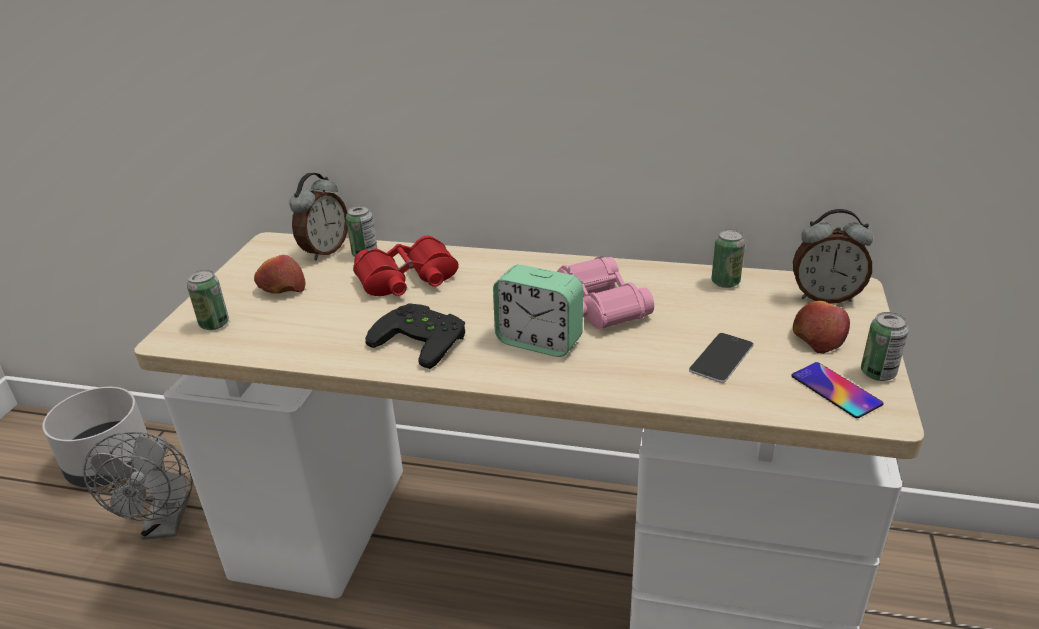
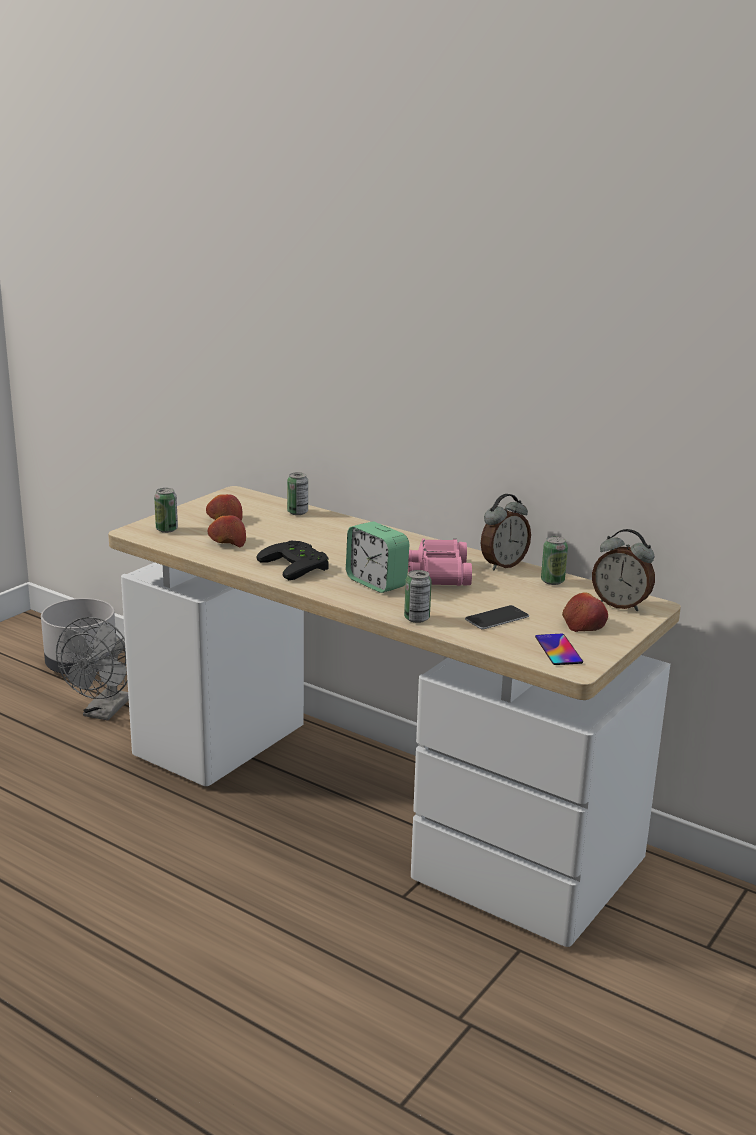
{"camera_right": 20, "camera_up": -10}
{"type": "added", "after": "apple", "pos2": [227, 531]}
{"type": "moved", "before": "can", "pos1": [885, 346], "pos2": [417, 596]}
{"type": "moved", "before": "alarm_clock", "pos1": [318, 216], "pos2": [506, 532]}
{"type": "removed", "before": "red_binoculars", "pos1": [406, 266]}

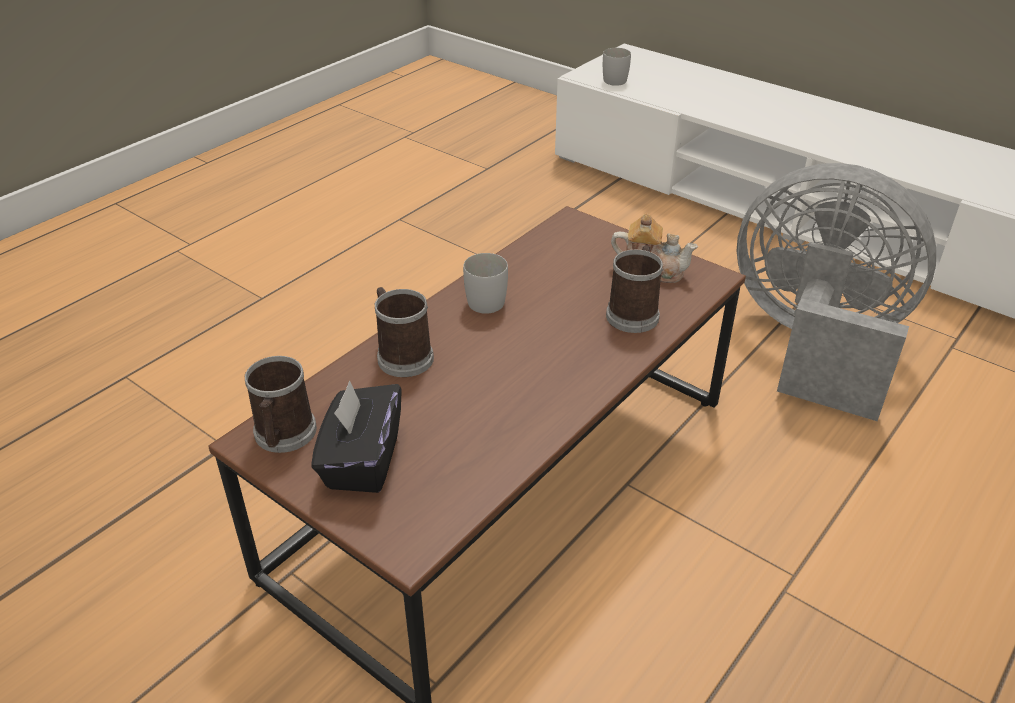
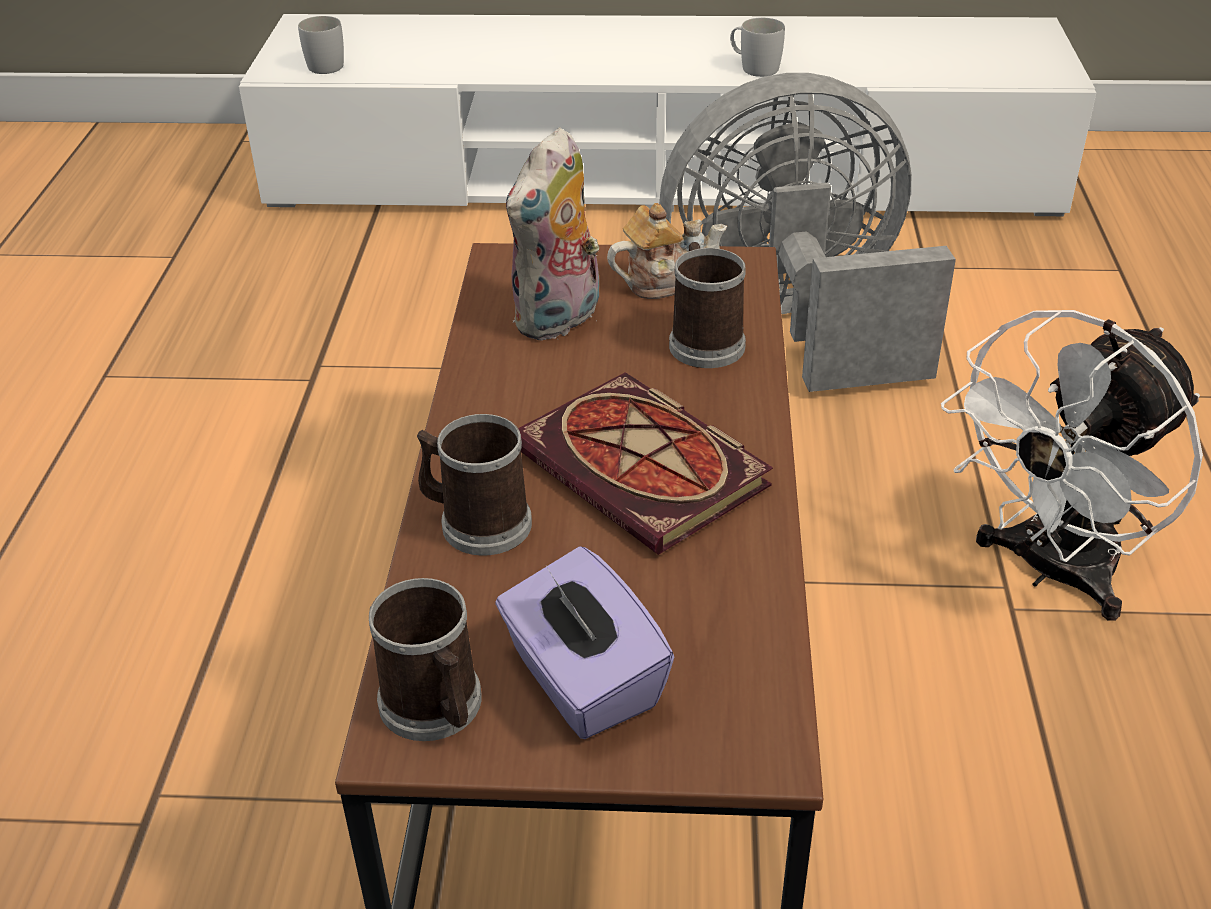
{"camera_right": -35, "camera_up": 0}
{"type": "recoloured", "before": "black_tissue_box", "after": "purple_tissue_box", "pos1": [356, 436], "pos2": [584, 642]}
{"type": "added", "after": "plush_toy", "pos2": [557, 234]}
{"type": "added", "after": "book", "pos2": [645, 463]}
{"type": "moved", "before": "white_mug", "pos1": [485, 283], "pos2": [757, 47]}
{"type": "added", "after": "white_fan", "pos2": [1072, 465]}

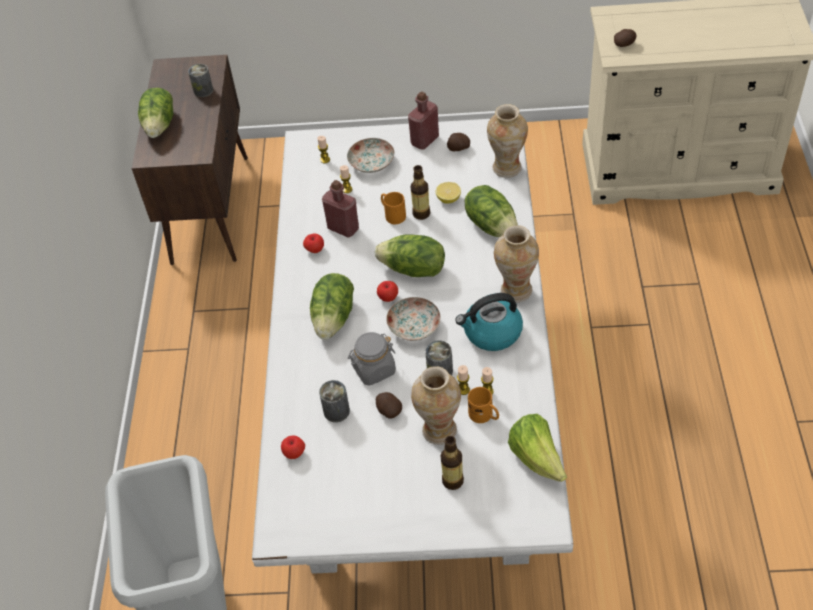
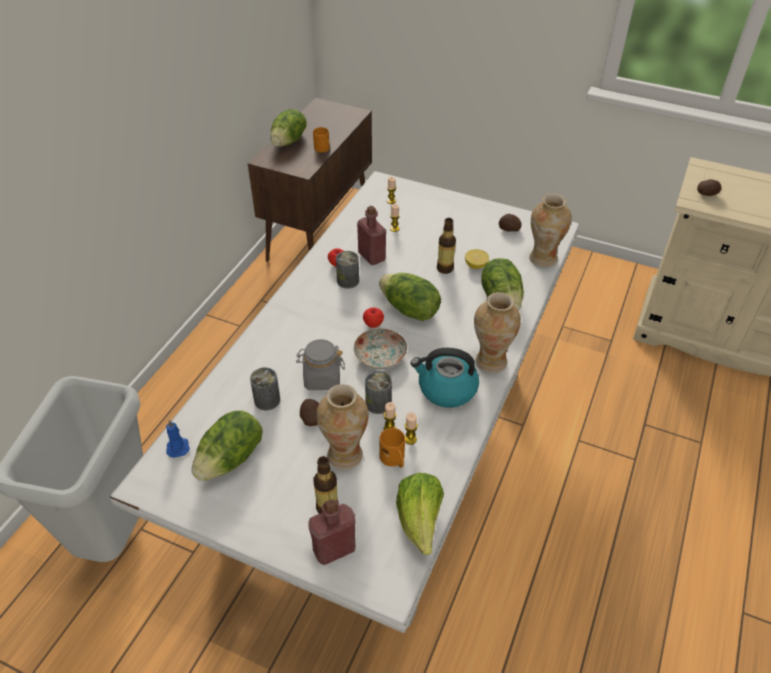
{"camera_right": 20, "camera_up": -5}
{"type": "added", "after": "blue_candle", "pos2": [178, 439]}
{"type": "moved", "before": "lettuce", "pos1": [332, 306], "pos2": [227, 446]}
{"type": "moved", "before": "red_bottle", "pos1": [423, 121], "pos2": [331, 532]}
{"type": "moved", "before": "orange_mug", "pos1": [393, 208], "pos2": [321, 140]}
{"type": "moved", "before": "can", "pos1": [200, 80], "pos2": [347, 270]}
{"type": "removed", "before": "apple", "pos1": [293, 447]}
{"type": "removed", "before": "plate", "pos1": [370, 155]}

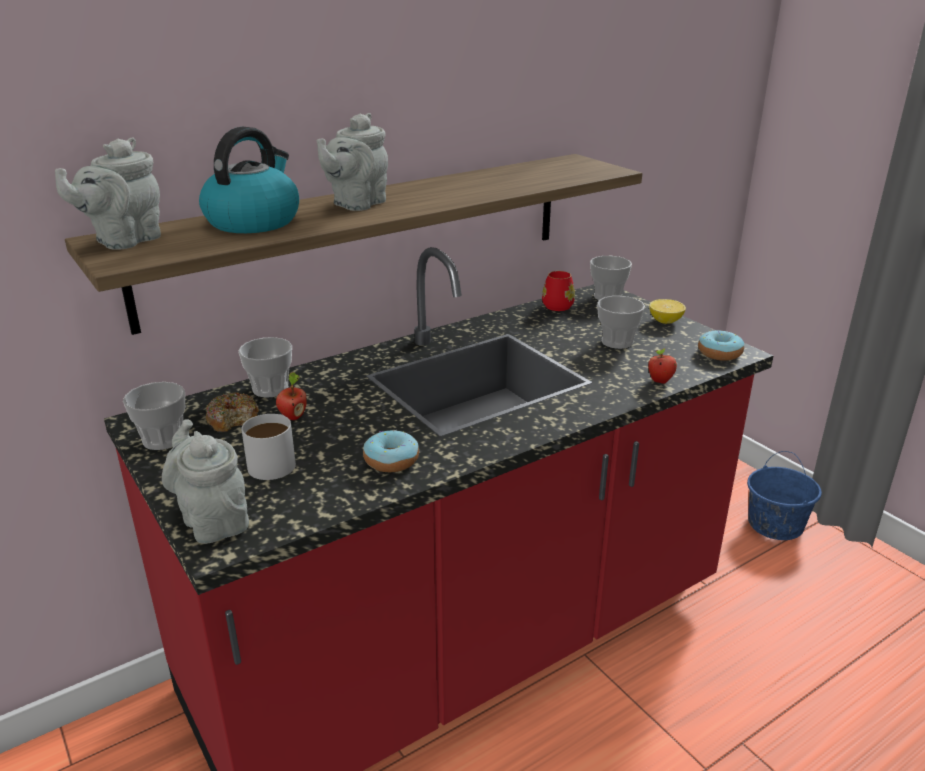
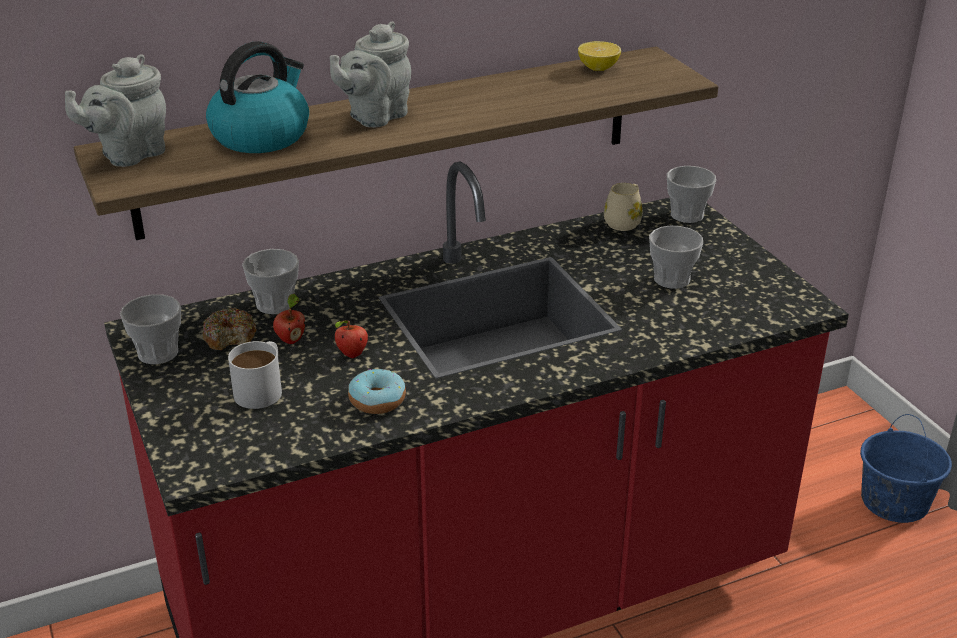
{"camera_right": 10, "camera_up": 5}
{"type": "moved", "before": "apple", "pos1": [662, 366], "pos2": [351, 339]}
{"type": "moved", "before": "lemon", "pos1": [667, 311], "pos2": [599, 56]}
{"type": "recoloured", "before": "red_mug", "after": "beige_mug", "pos1": [558, 291], "pos2": [623, 207]}
{"type": "removed", "before": "grey_teapot", "pos1": [205, 481]}
{"type": "removed", "before": "donut", "pos1": [721, 345]}

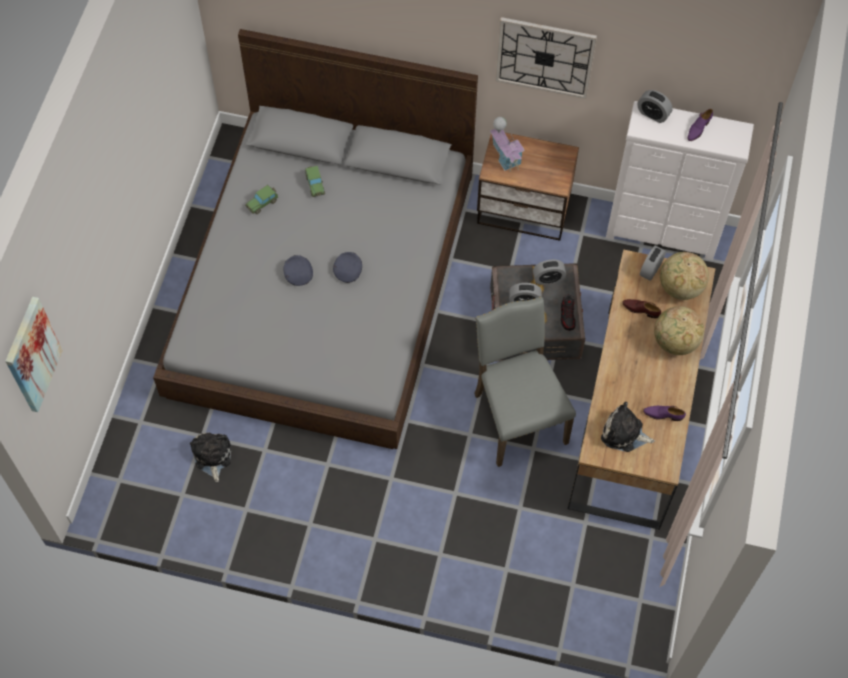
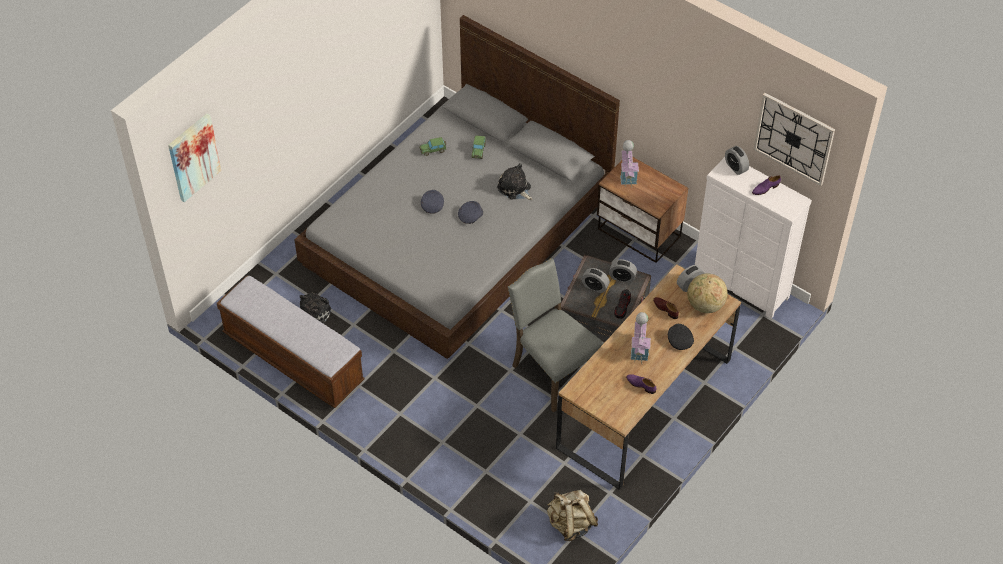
{"camera_right": 25, "camera_up": -10}
{"type": "added", "after": "bench", "pos2": [291, 341]}
{"type": "moved", "before": "plush_toy", "pos1": [628, 427], "pos2": [515, 181]}
{"type": "turned", "before": "grey_chair", "pos1": [525, 381], "pos2": [556, 335], "turn": -45}
{"type": "added", "after": "beige_backpack", "pos2": [572, 515]}
{"type": "added", "after": "toy_house", "pos2": [641, 338]}
{"type": "replaced", "before": "globe", "after": "black_cap", "pos1": [679, 330], "pos2": [681, 337]}
{"type": "moved", "before": "wall_clock", "pos1": [546, 58], "pos2": [794, 139]}

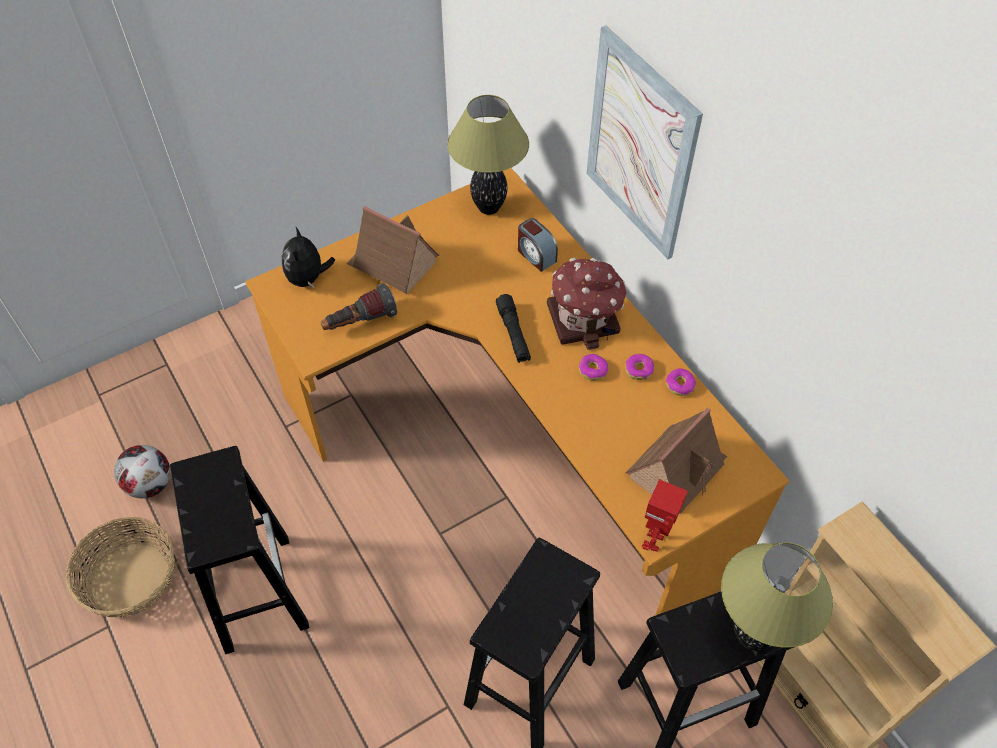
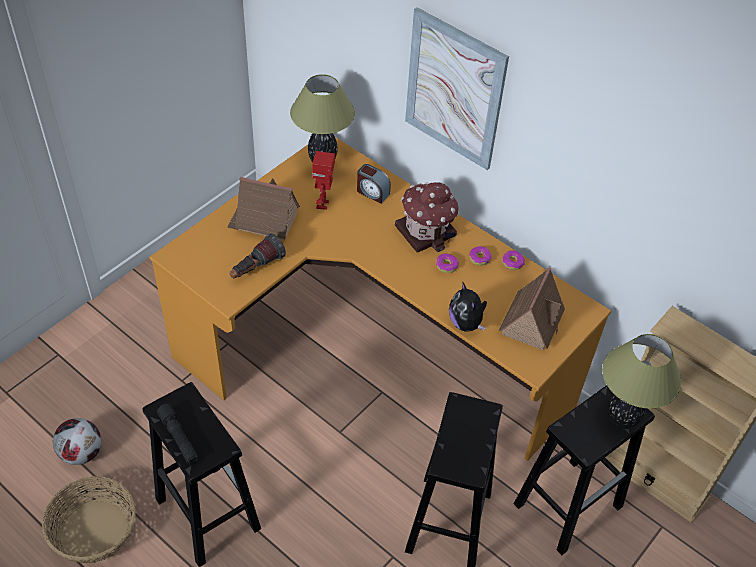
{"camera_right": -20, "camera_up": -5}
{"type": "moved", "before": "black_flashlight", "pos1": [513, 328], "pos2": [178, 434]}
{"type": "moved", "before": "toy_robot", "pos1": [665, 515], "pos2": [323, 180]}
{"type": "moved", "before": "plush_toy", "pos1": [308, 258], "pos2": [468, 306]}

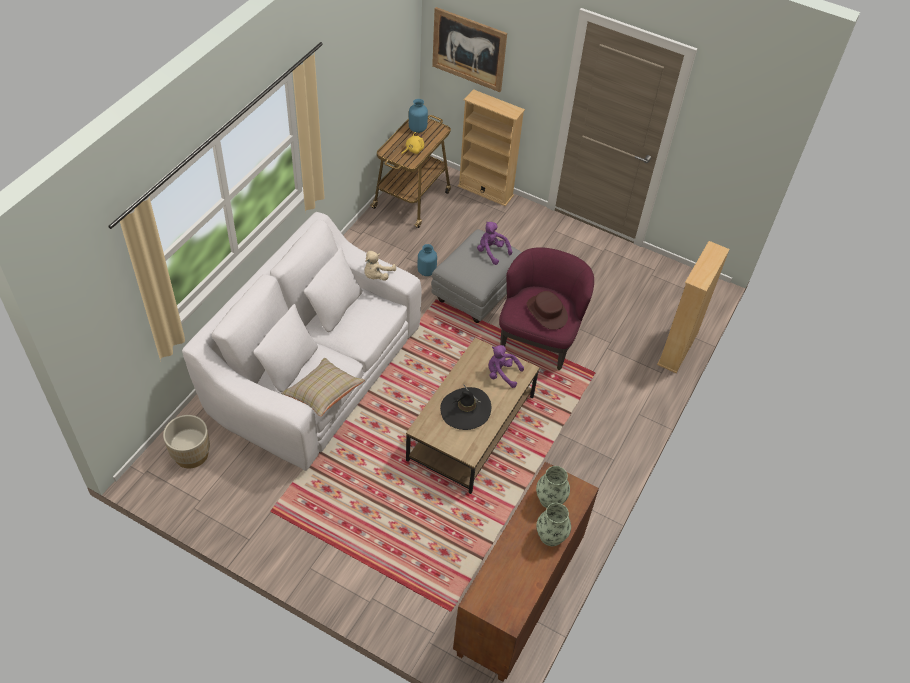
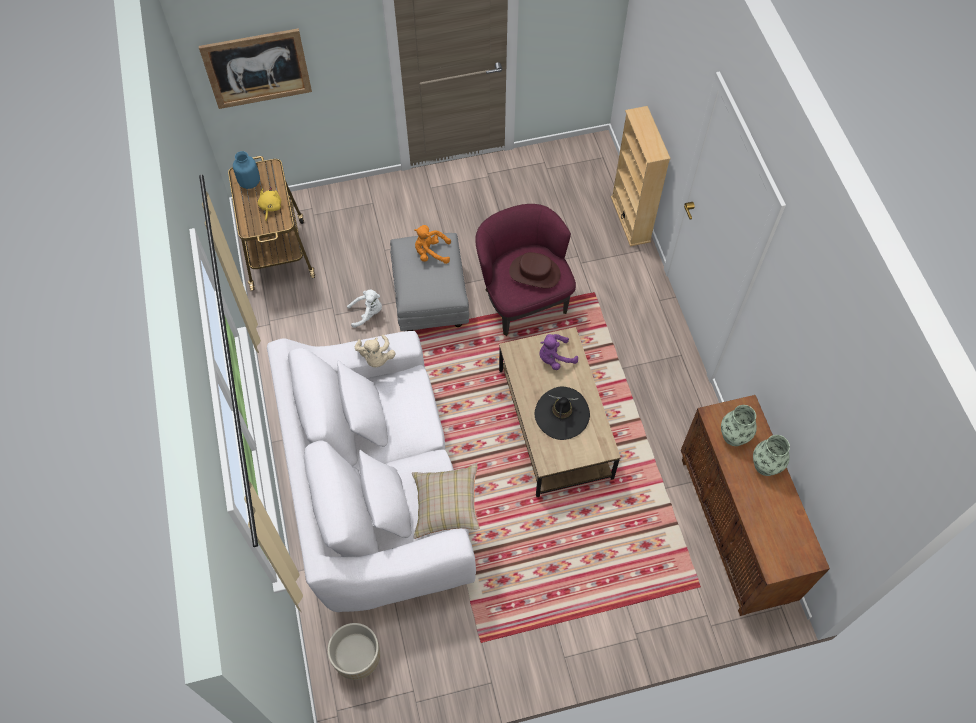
{"camera_right": -40, "camera_up": 10}
{"type": "replaced", "before": "blue_vase", "after": "white_plush_toy", "pos1": [427, 260], "pos2": [364, 309]}
{"type": "recoloured", "before": "purple_plush_toy", "after": "orange_plush_toy", "pos1": [494, 243], "pos2": [432, 244]}
{"type": "removed", "before": "beige_bookcase", "pos1": [491, 147]}

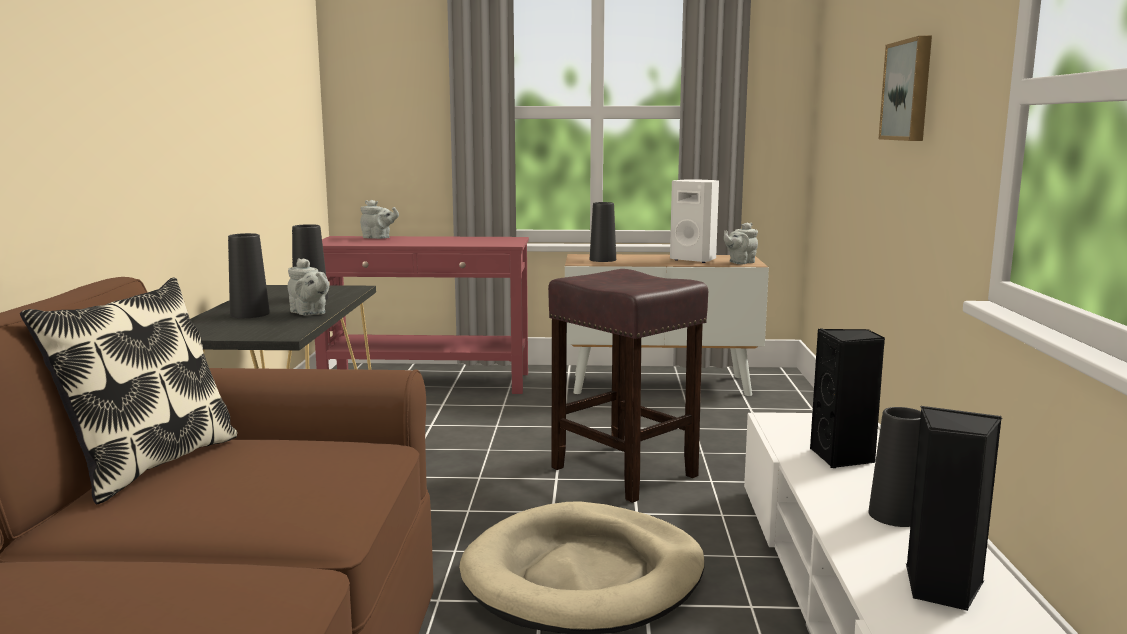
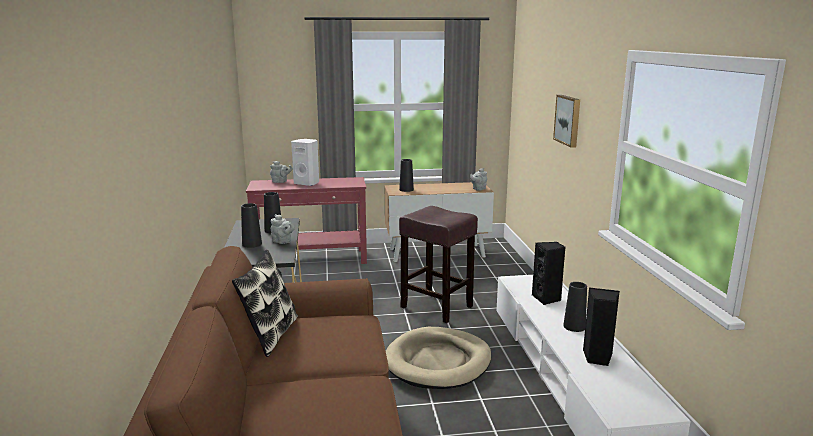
{"camera_right": -10, "camera_up": 5}
{"type": "moved", "before": "white_speaker", "pos1": [694, 221], "pos2": [305, 162]}

